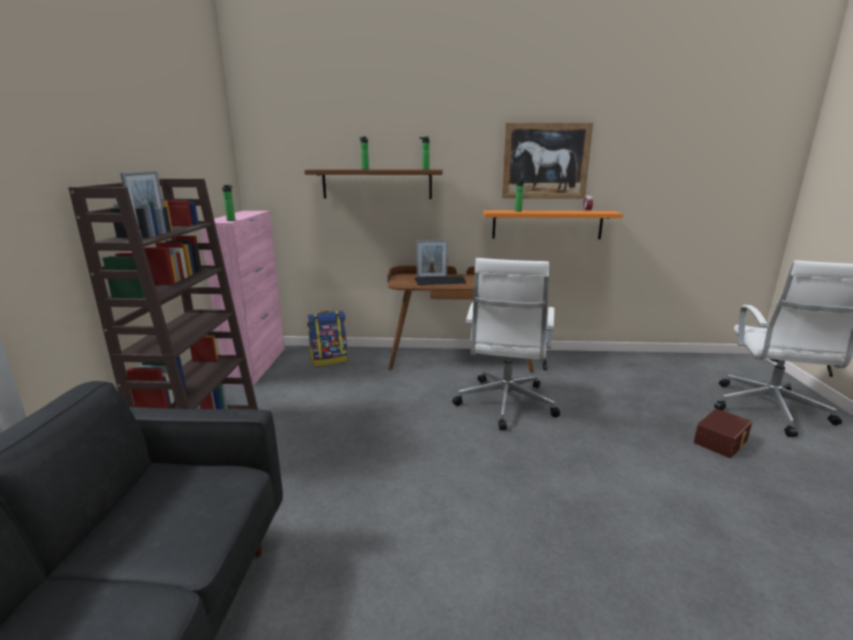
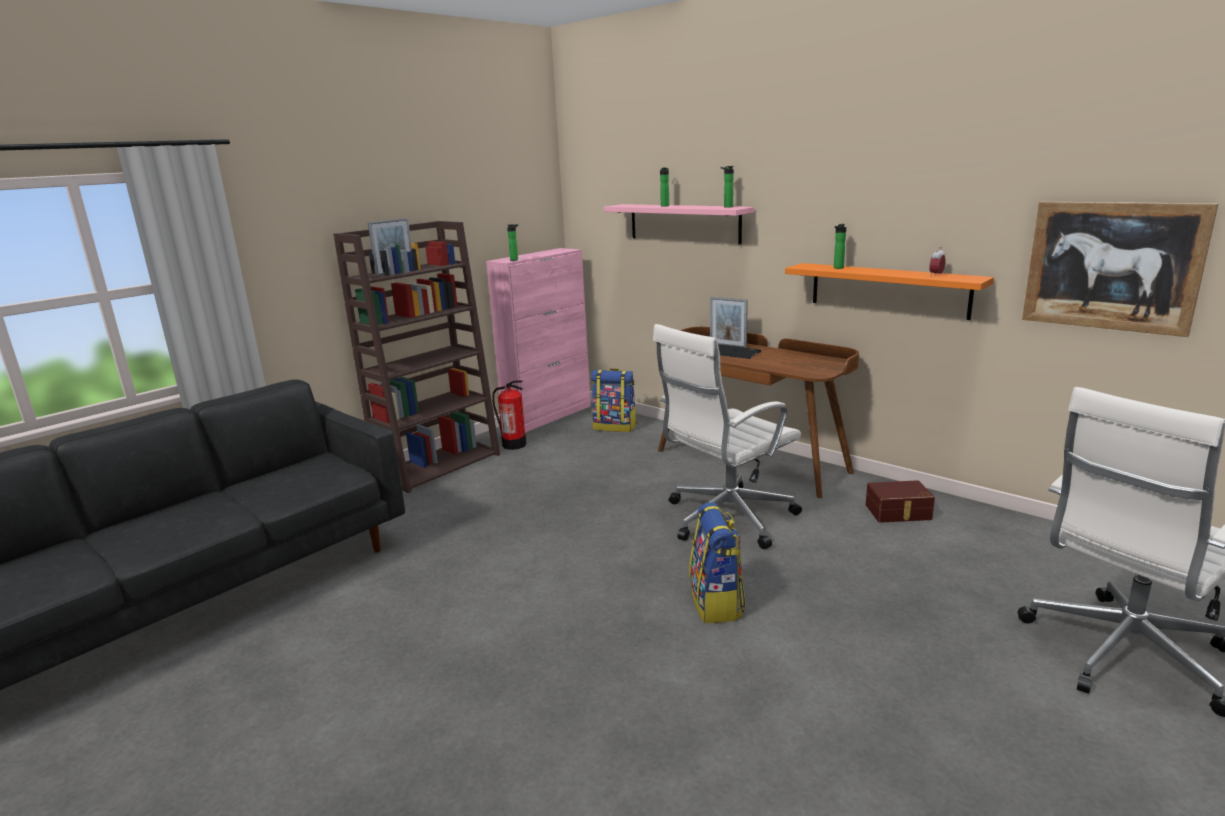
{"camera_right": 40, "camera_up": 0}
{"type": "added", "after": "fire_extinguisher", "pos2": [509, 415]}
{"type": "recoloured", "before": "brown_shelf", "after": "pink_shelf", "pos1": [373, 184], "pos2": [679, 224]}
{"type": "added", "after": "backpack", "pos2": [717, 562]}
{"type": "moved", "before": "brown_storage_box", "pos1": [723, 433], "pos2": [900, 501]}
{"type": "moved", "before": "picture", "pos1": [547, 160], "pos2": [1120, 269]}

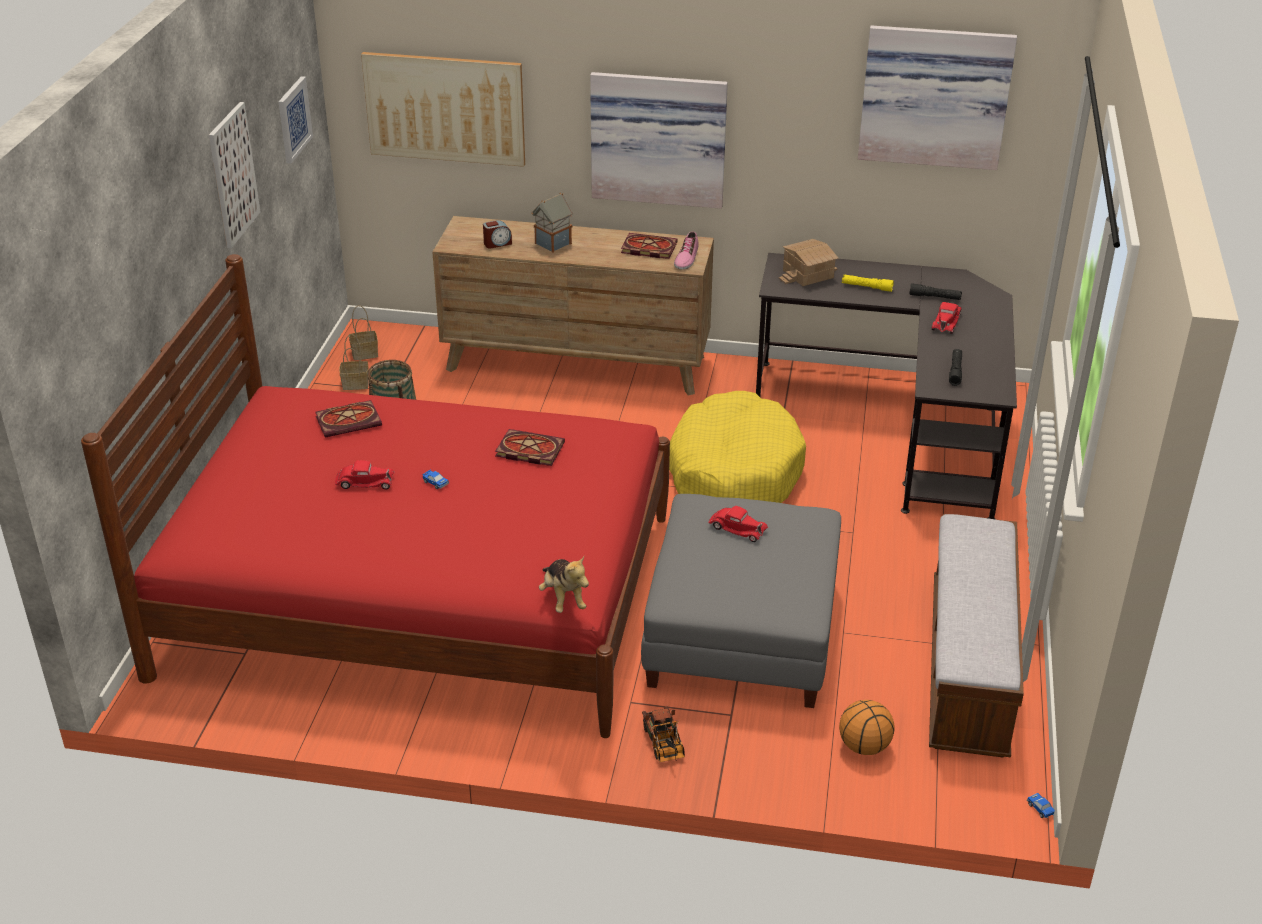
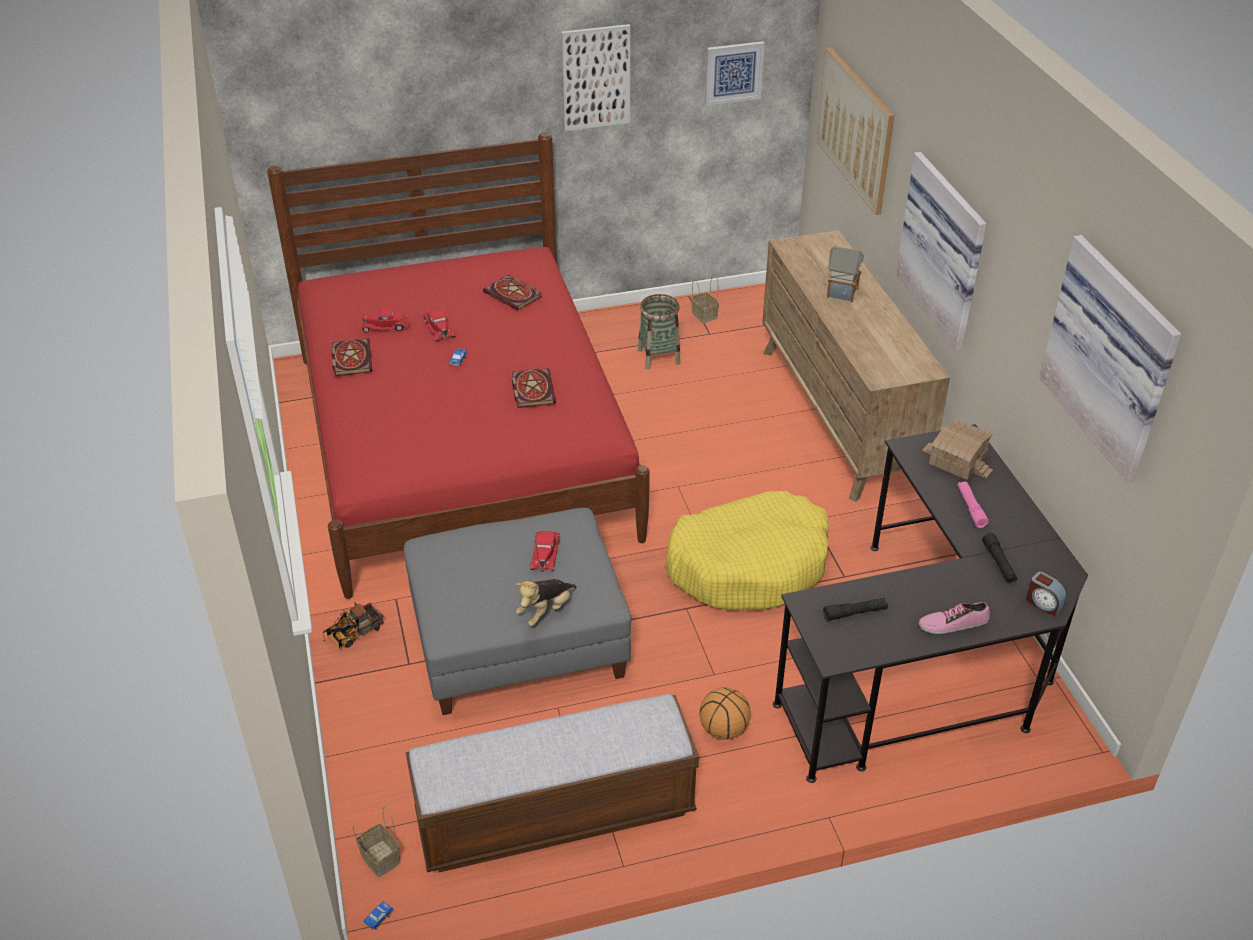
{"camera_right": 65, "camera_up": 5}
{"type": "moved", "before": "book", "pos1": [649, 246], "pos2": [351, 357]}
{"type": "moved", "before": "basket", "pos1": [363, 332], "pos2": [377, 841]}
{"type": "moved", "before": "red_toy_car", "pos1": [947, 318], "pos2": [385, 320]}
{"type": "moved", "before": "plush_toy", "pos1": [564, 584], "pos2": [546, 602]}
{"type": "moved", "before": "basketball", "pos1": [867, 727], "pos2": [725, 713]}
{"type": "moved", "before": "shoe", "pos1": [686, 250], "pos2": [954, 618]}
{"type": "recoloured", "before": "yellow_flashlight", "after": "pink_flashlight", "pos1": [868, 283], "pos2": [973, 504]}
{"type": "moved", "before": "alarm_clock", "pos1": [497, 234], "pos2": [1046, 594]}

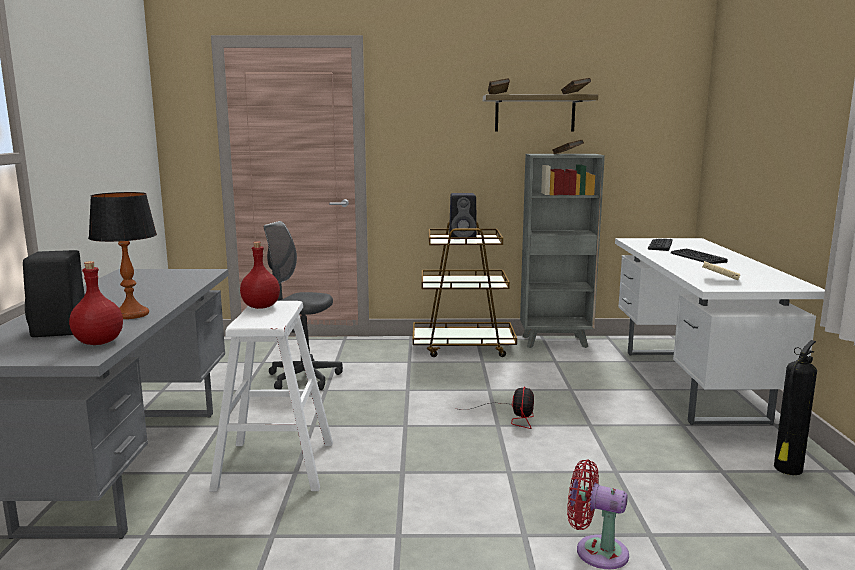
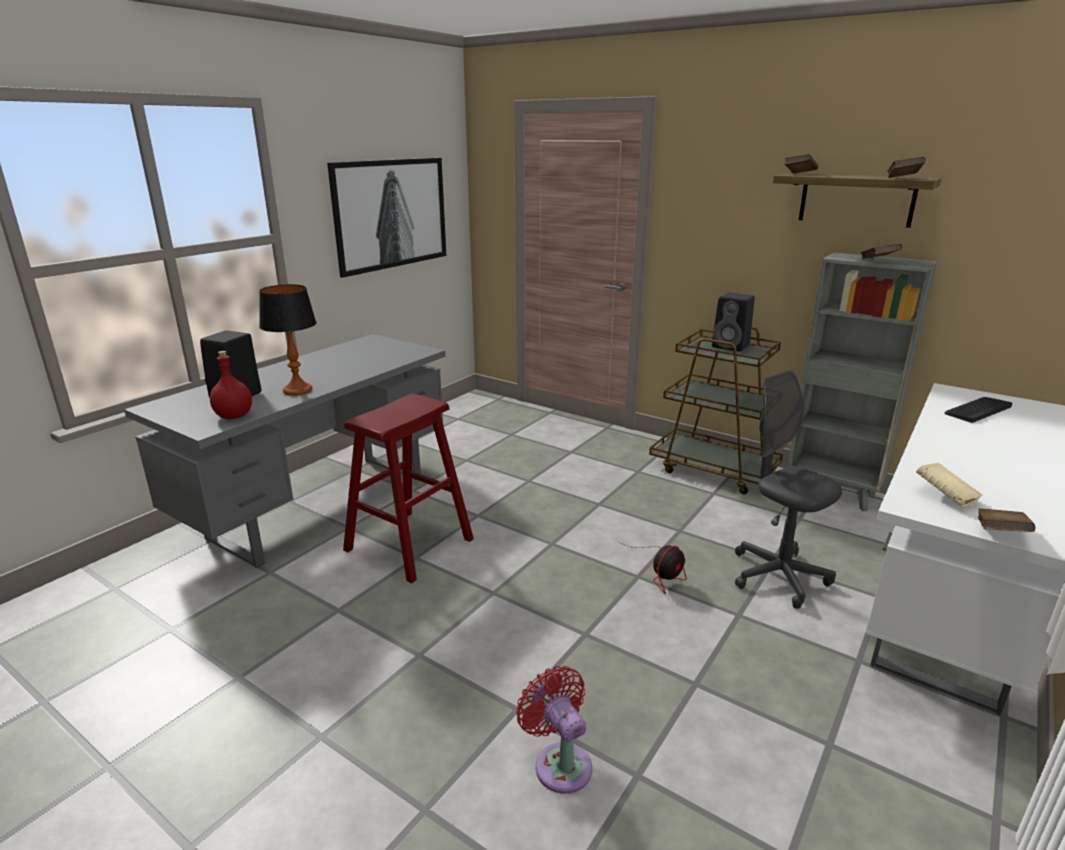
{"camera_right": 35, "camera_up": 10}
{"type": "added", "after": "picture", "pos2": [386, 218]}
{"type": "recoloured", "before": "white_stool", "after": "red_stool", "pos1": [271, 396], "pos2": [408, 488]}
{"type": "moved", "before": "grey_office_chair", "pos1": [303, 305], "pos2": [788, 489]}
{"type": "added", "after": "brown_book", "pos2": [1006, 520]}
{"type": "removed", "before": "red_bottle", "pos1": [260, 275]}
{"type": "removed", "before": "keyboard", "pos1": [699, 256]}
{"type": "removed", "before": "fire_extinguisher", "pos1": [795, 407]}

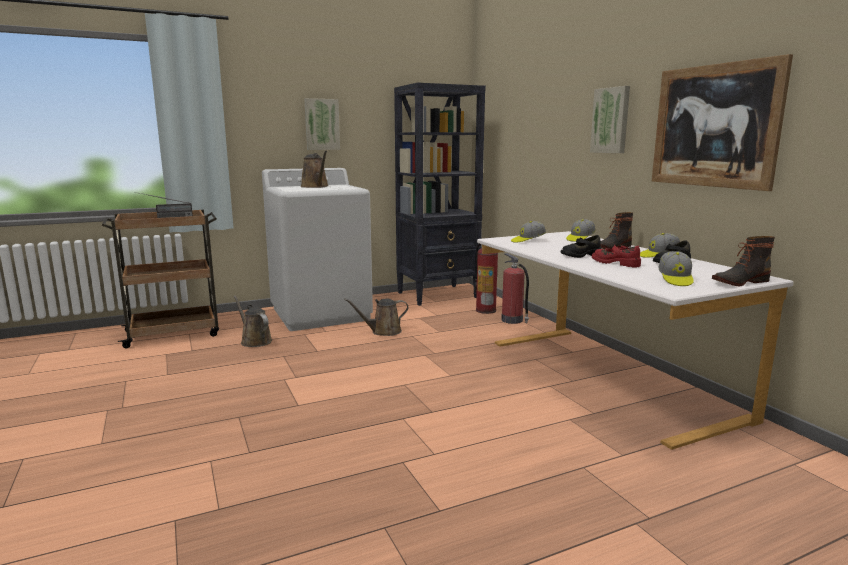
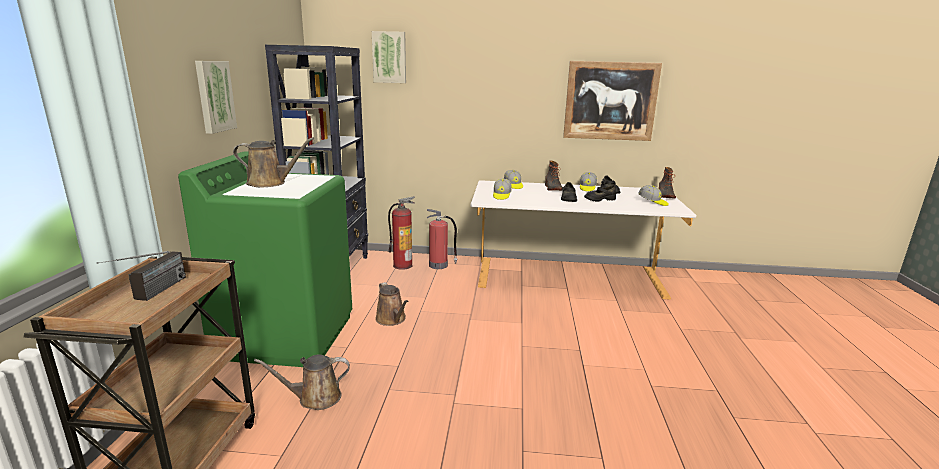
{"camera_right": -60, "camera_up": 5}
{"type": "recoloured", "before": "white_washing_machine", "after": "green_washing_machine", "pos1": [317, 249], "pos2": [265, 259]}
{"type": "moved", "before": "picture", "pos1": [610, 119], "pos2": [389, 57]}
{"type": "turned", "before": "brown_watering_can", "pos1": [376, 317], "pos2": [391, 304], "turn": -45}
{"type": "recoloured", "before": "red_shoe", "after": "black_shoe", "pos1": [616, 256], "pos2": [600, 193]}

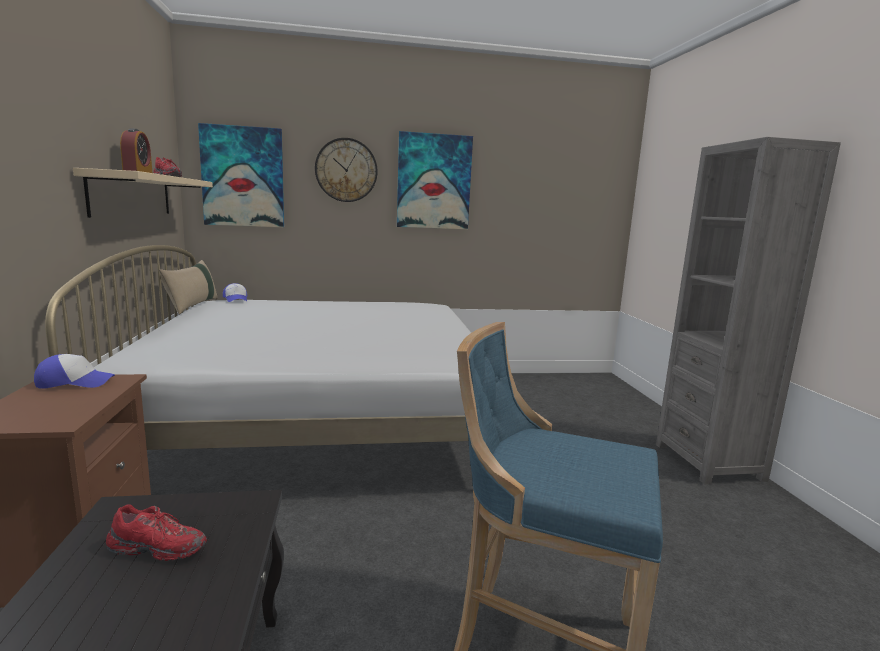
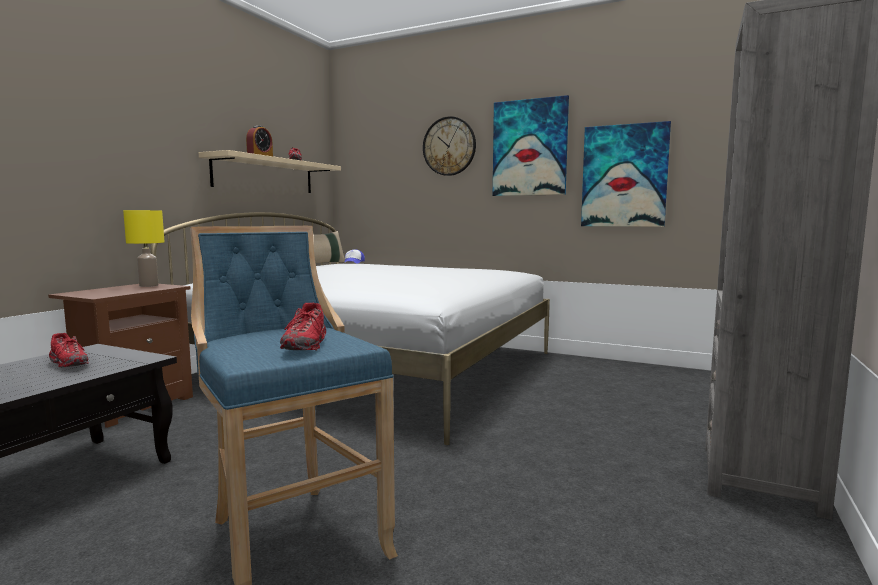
{"camera_right": 35, "camera_up": -5}
{"type": "replaced", "before": "cap", "after": "yellow_table_lamp", "pos1": [74, 371], "pos2": [144, 248]}
{"type": "added", "after": "red_shoe", "pos2": [303, 327]}
{"type": "moved", "before": "picture", "pos1": [241, 175], "pos2": [626, 174]}

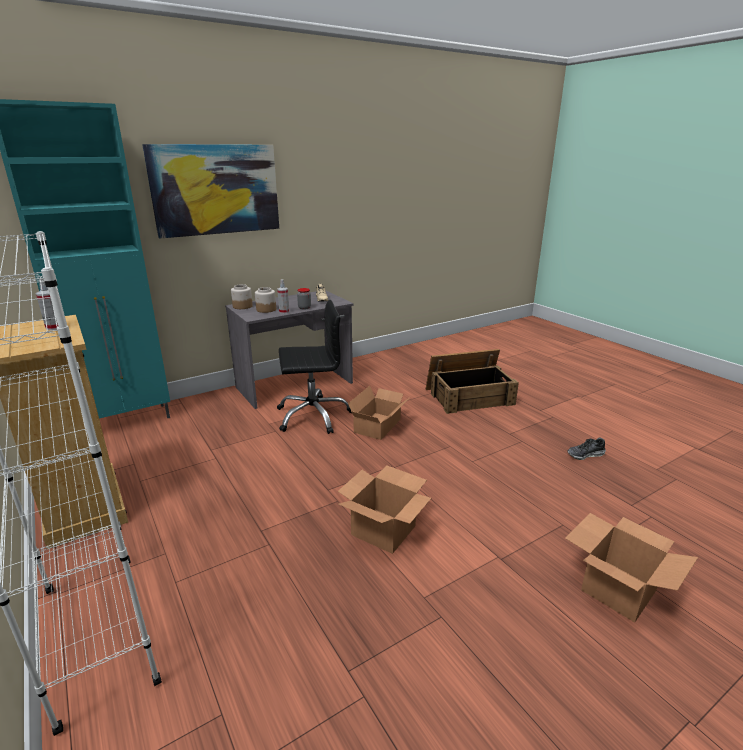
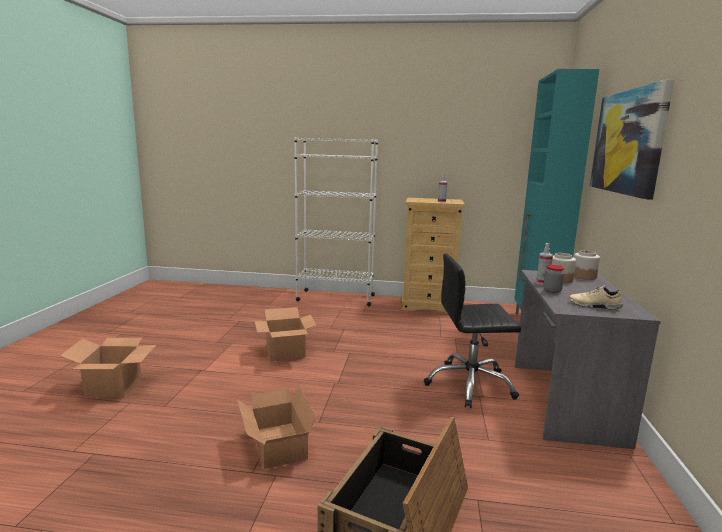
{"camera_right": 130, "camera_up": -10}
{"type": "moved", "before": "cardboard_box", "pos1": [378, 413], "pos2": [276, 427]}
{"type": "turned", "before": "black_office_chair", "pos1": [314, 367], "pos2": [472, 331], "turn": 60}
{"type": "removed", "before": "shoe", "pos1": [586, 449]}

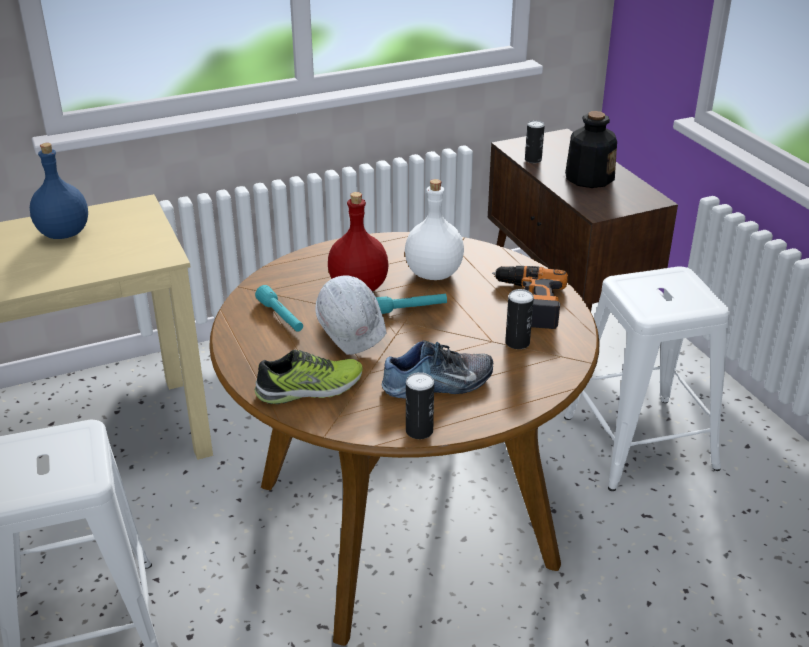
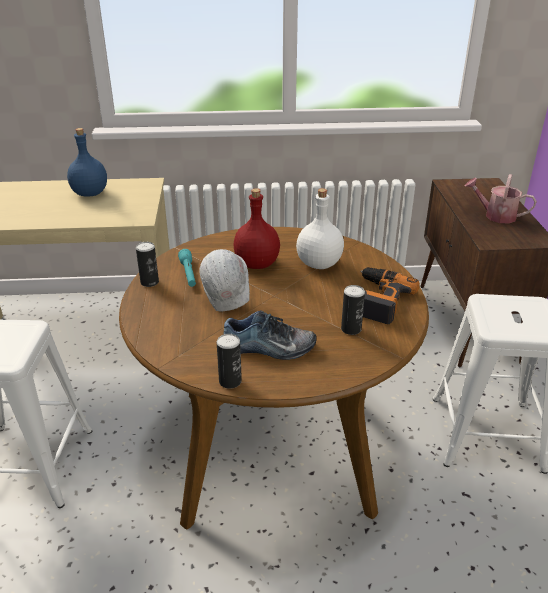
{"camera_right": 20, "camera_up": 0}
{"type": "moved", "before": "can", "pos1": [535, 141], "pos2": [147, 264]}
{"type": "replaced", "before": "bottle", "after": "watering_can", "pos1": [591, 149], "pos2": [501, 199]}
{"type": "removed", "before": "shoe", "pos1": [308, 377]}
{"type": "removed", "before": "turquoise_flashlight", "pos1": [411, 304]}

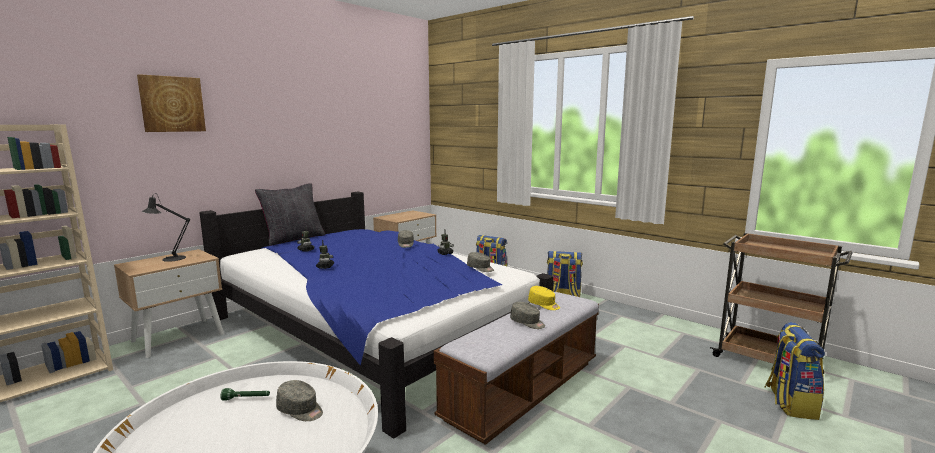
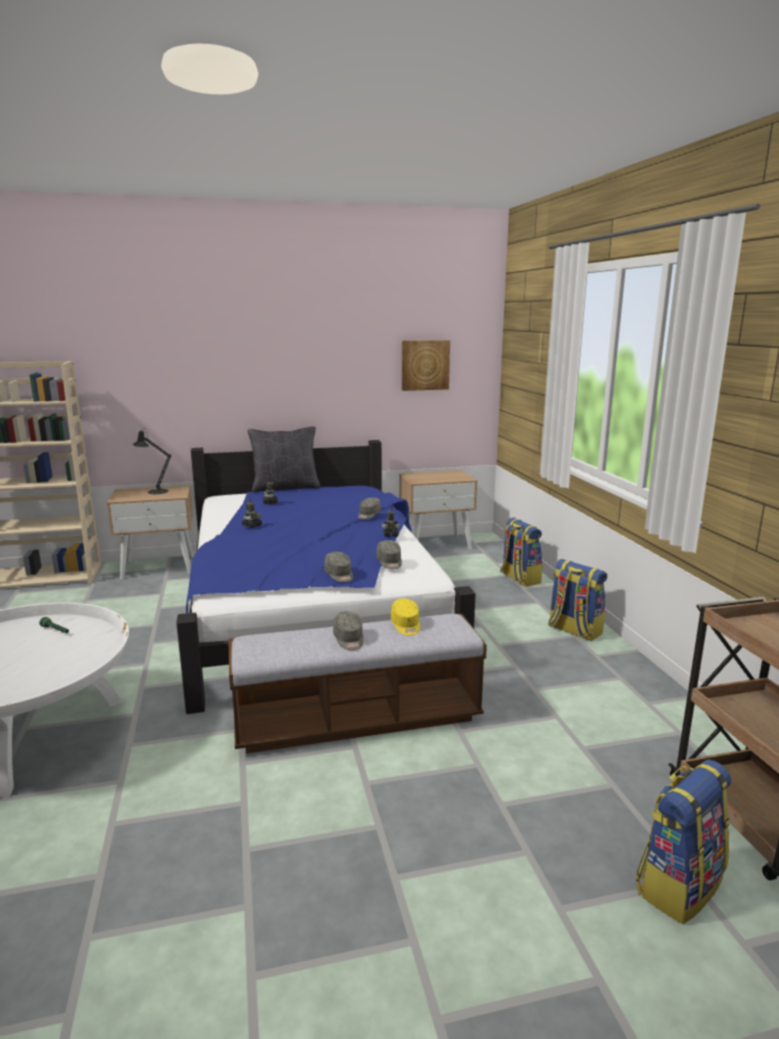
{"camera_right": 35, "camera_up": 5}
{"type": "moved", "before": "grey_cap", "pos1": [299, 400], "pos2": [338, 567]}
{"type": "moved", "before": "picture", "pos1": [171, 103], "pos2": [426, 365]}

